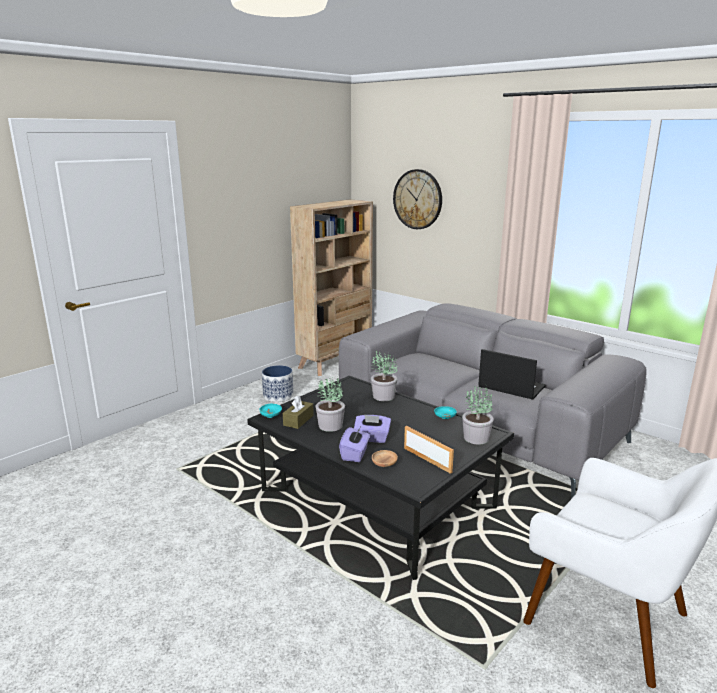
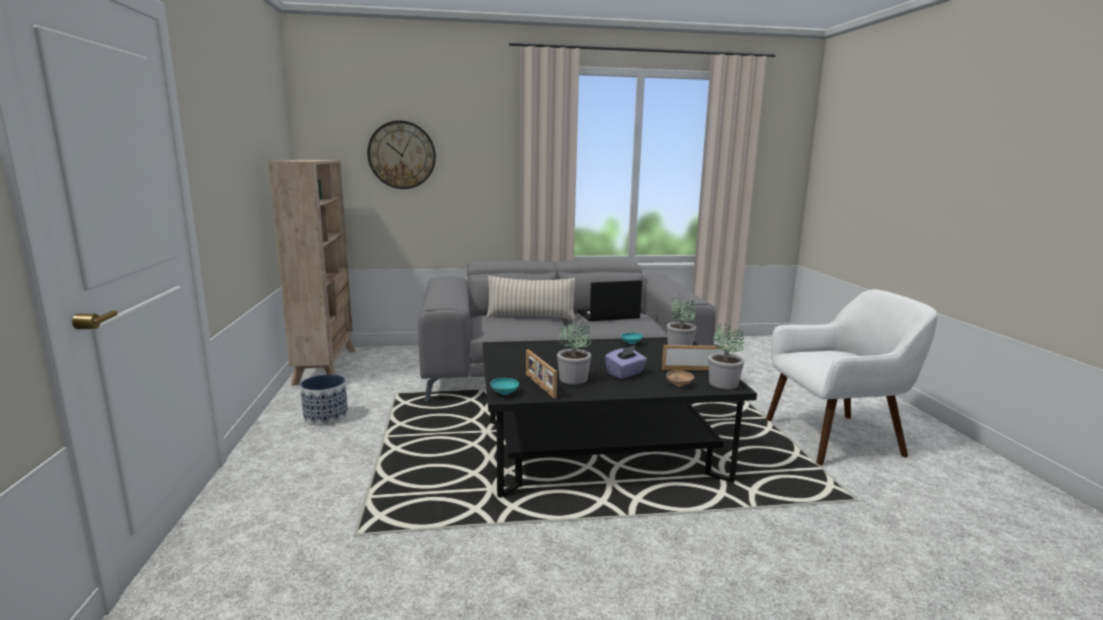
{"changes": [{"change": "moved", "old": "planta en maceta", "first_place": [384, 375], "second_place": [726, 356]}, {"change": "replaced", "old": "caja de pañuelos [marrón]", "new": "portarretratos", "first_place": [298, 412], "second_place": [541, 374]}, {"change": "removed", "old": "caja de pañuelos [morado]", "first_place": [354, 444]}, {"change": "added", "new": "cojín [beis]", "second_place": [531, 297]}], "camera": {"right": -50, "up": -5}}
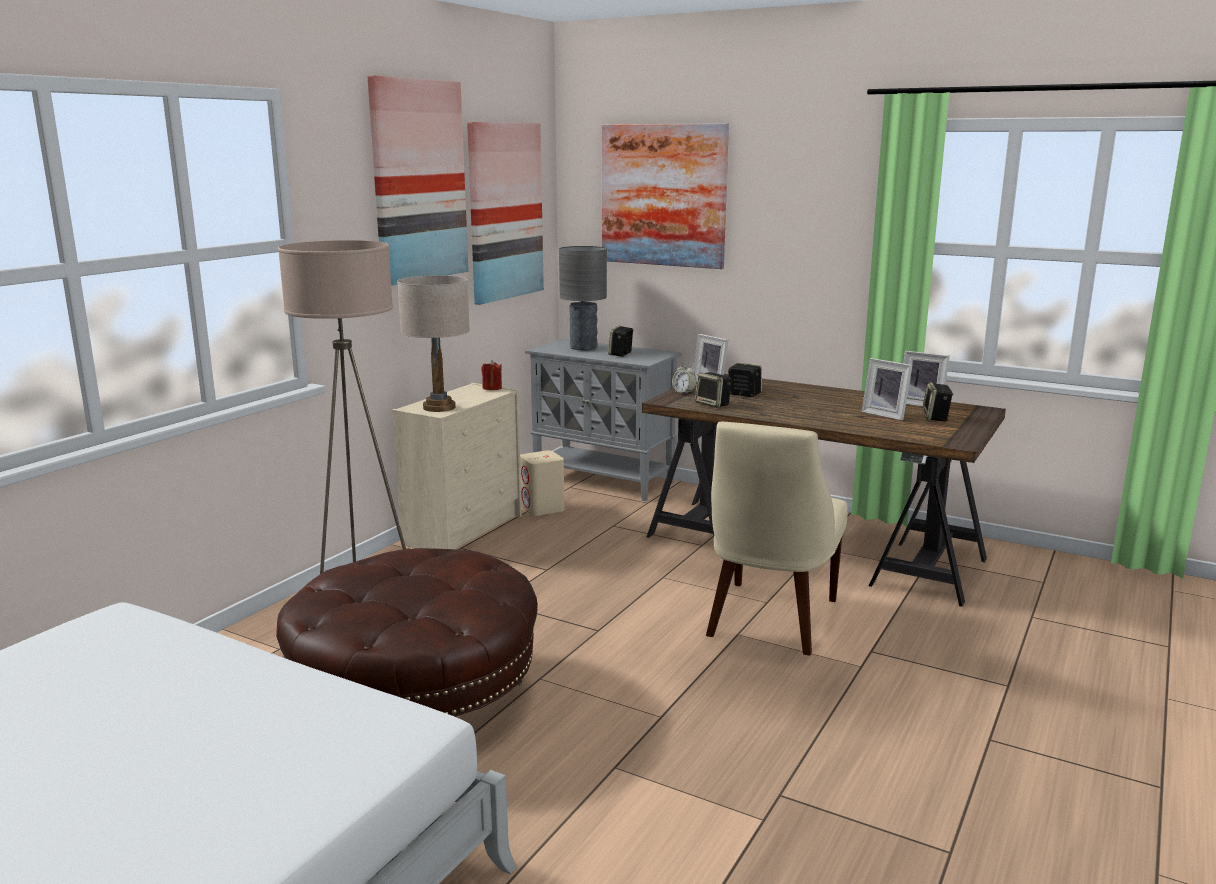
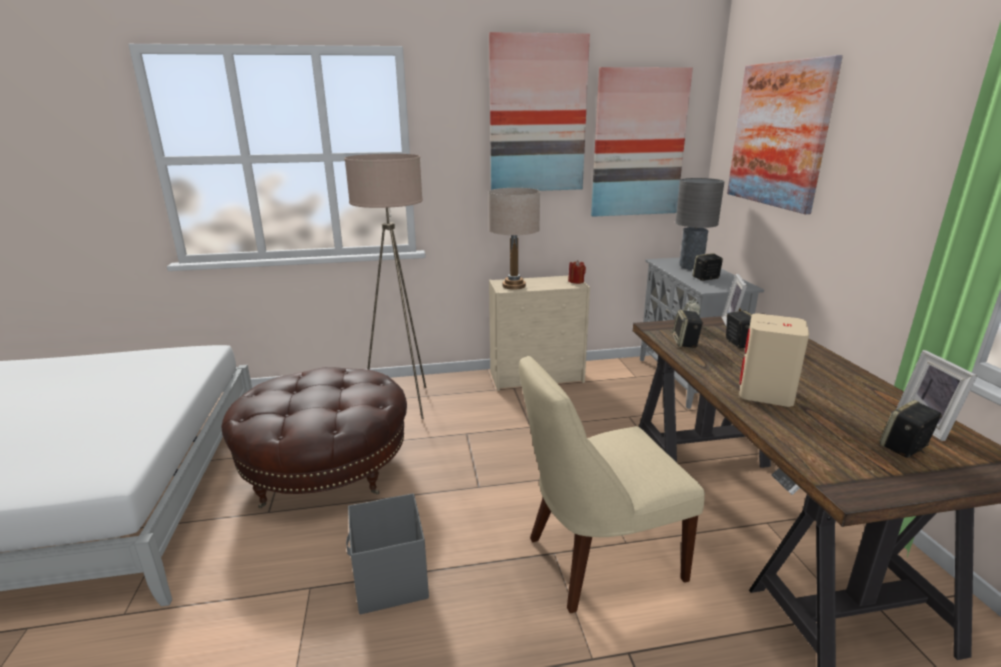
{"changes": [{"change": "removed", "old": "portarretratos", "first_place": [887, 389]}, {"change": "moved", "old": "altavoz [beis]", "first_place": [542, 483], "second_place": [774, 360]}, {"change": "added", "new": "caja de almacenaje [gris]", "second_place": [387, 554]}], "camera": {"right": 50, "up": 5}}
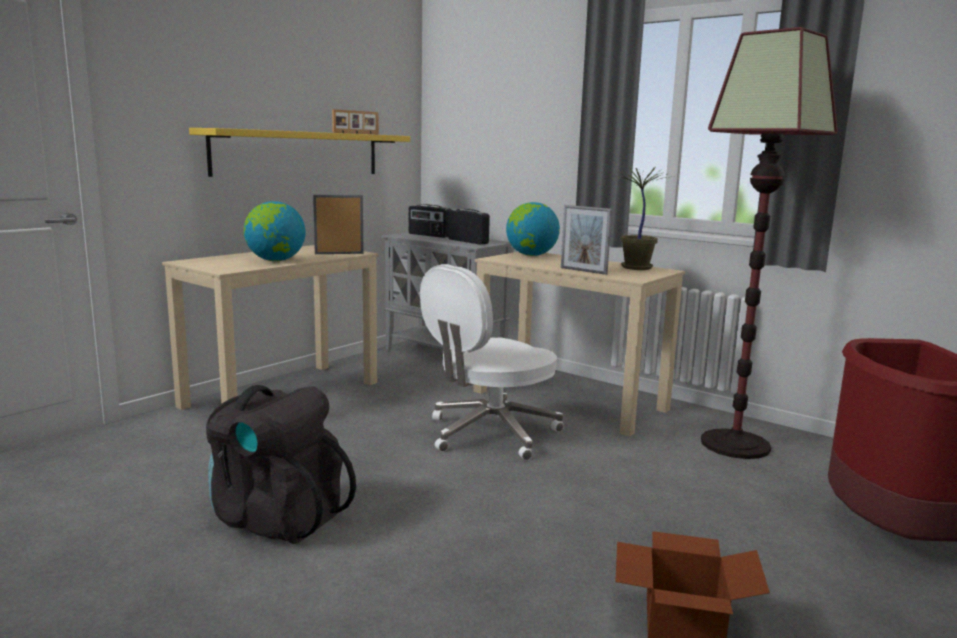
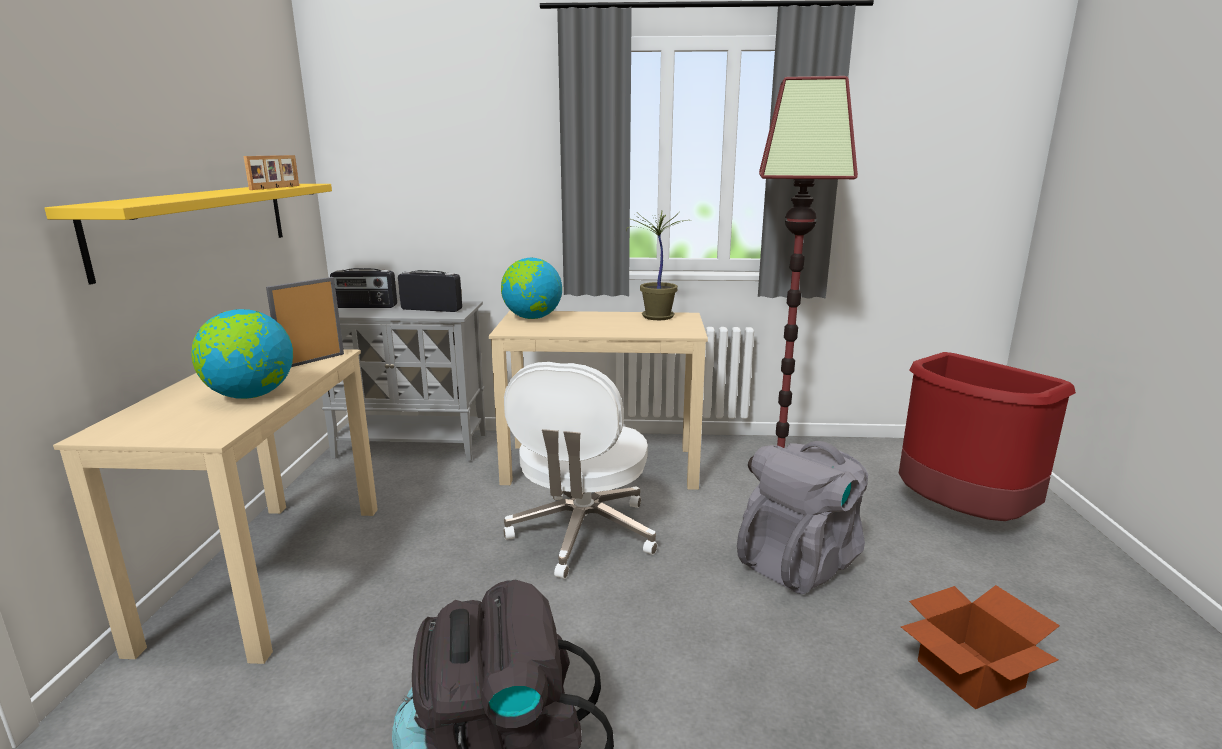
{"changes": [{"change": "removed", "old": "portarretratos", "first_place": [586, 240]}, {"change": "added", "new": "mochila [gris]", "second_place": [802, 517]}], "camera": {"right": -35, "up": 5}}
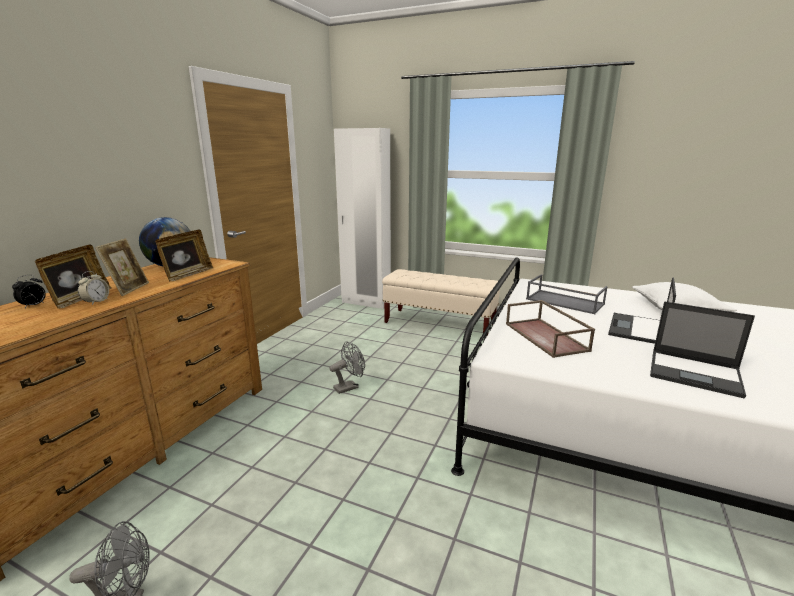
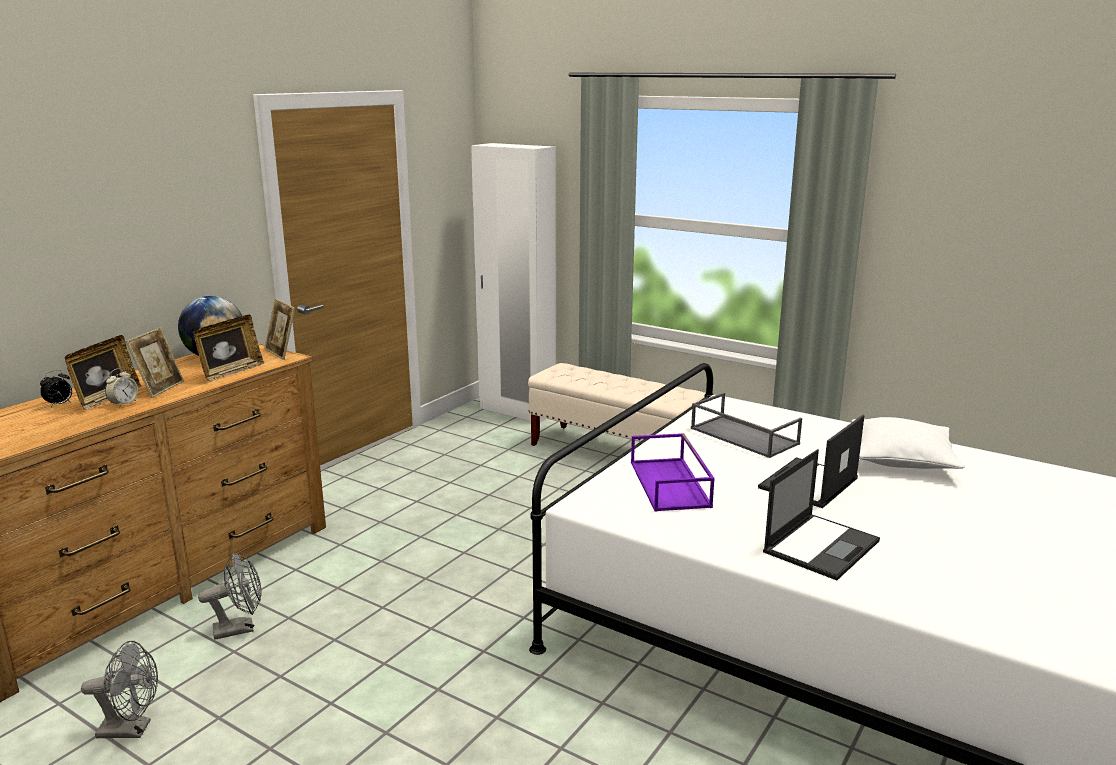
{"changes": [{"change": "recoloured", "old": "bandeja [marrón]", "new": "bandeja [morado]", "first_place": [550, 329], "second_place": [673, 472]}, {"change": "turned", "old": "portátil", "first_place": [702, 349], "second_place": [821, 514], "degrees": -90}, {"change": "moved", "old": "ventilador [gris]", "first_place": [347, 367], "second_place": [229, 596]}, {"change": "added", "new": "portarretratos", "second_place": [279, 329]}], "camera": {"right": 10, "up": 0}}
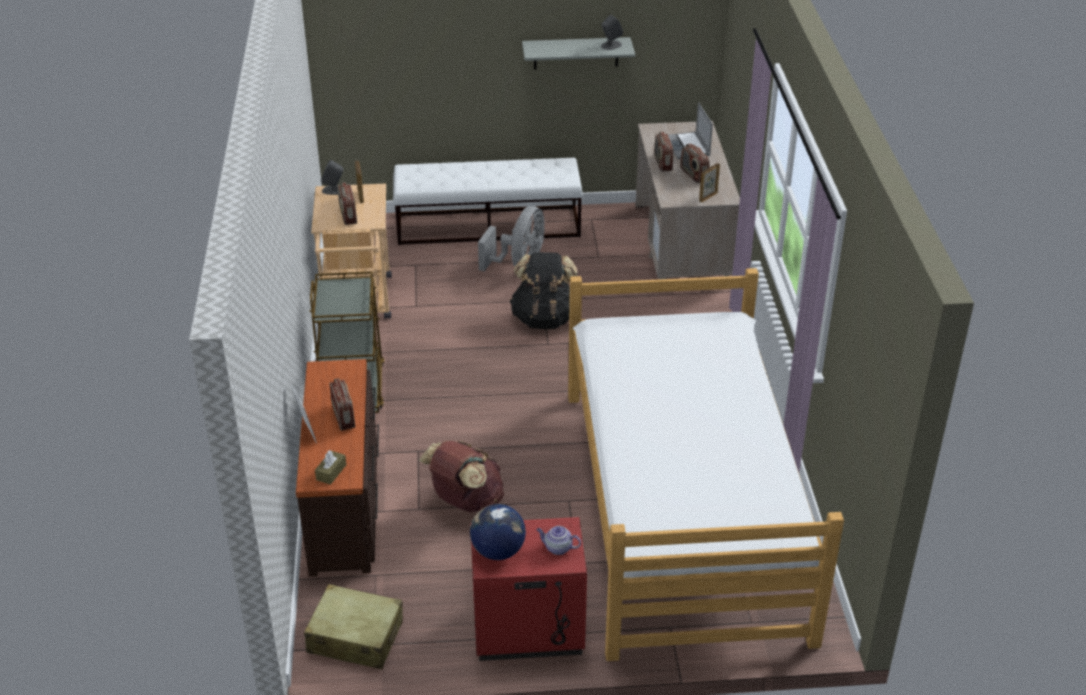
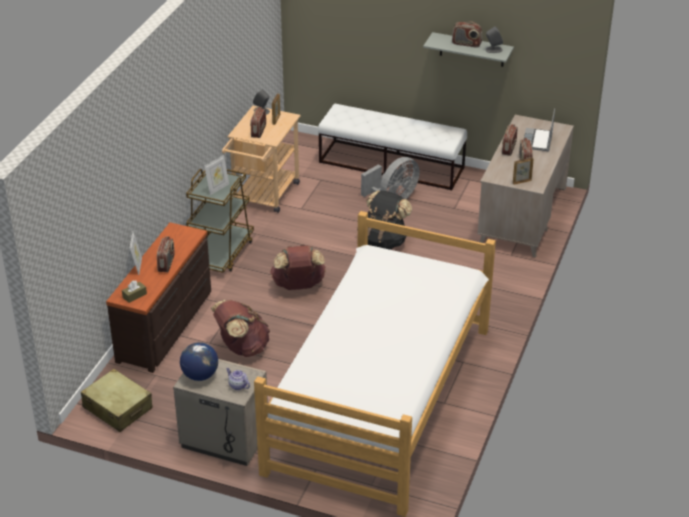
{"changes": [{"change": "recoloured", "old": "mesita de noche [rojo]", "new": "mesita de noche [beis]", "first_place": [528, 589], "second_place": [220, 412]}, {"change": "added", "new": "radio", "second_place": [467, 34]}, {"change": "added", "new": "portarretratos", "second_place": [216, 175]}, {"change": "added", "new": "mochila [marrón]", "second_place": [298, 267]}], "camera": {"right": 25, "up": 0}}
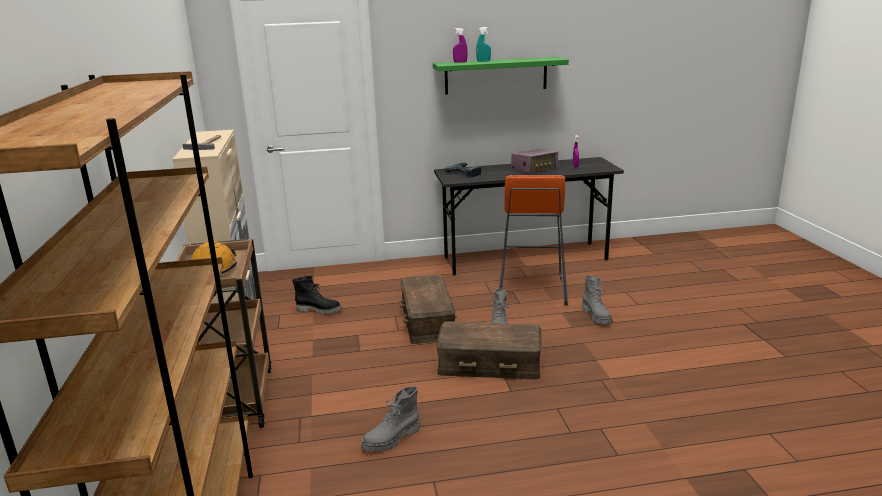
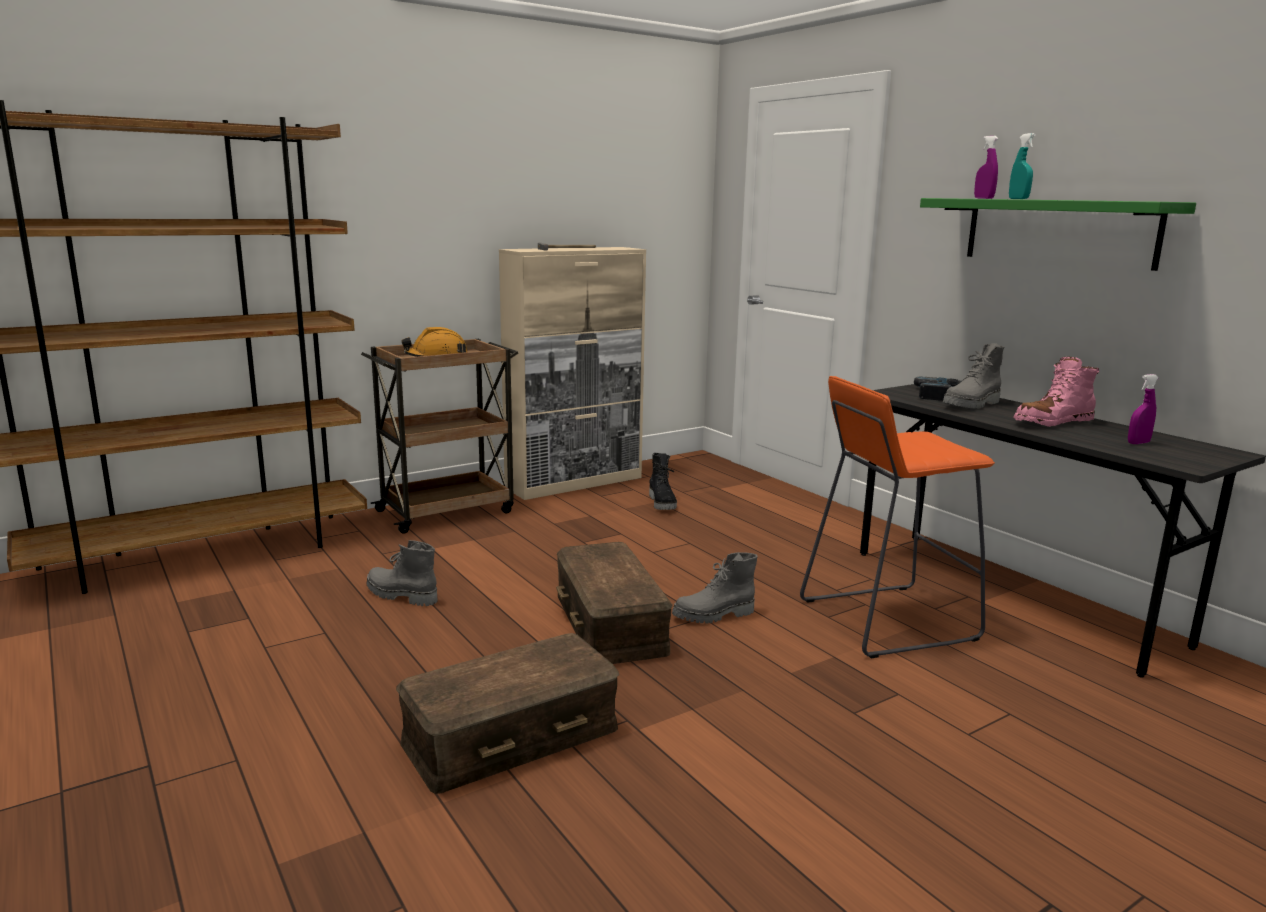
{"changes": [{"change": "replaced", "old": "radio", "new": "bota [rosa]", "first_place": [534, 161], "second_place": [1056, 392]}, {"change": "moved", "old": "caja de almacenaje [marrón]", "first_place": [428, 309], "second_place": [507, 713]}, {"change": "moved", "old": "bota [gris]", "first_place": [597, 300], "second_place": [973, 376]}], "camera": {"right": 65, "up": -5}}
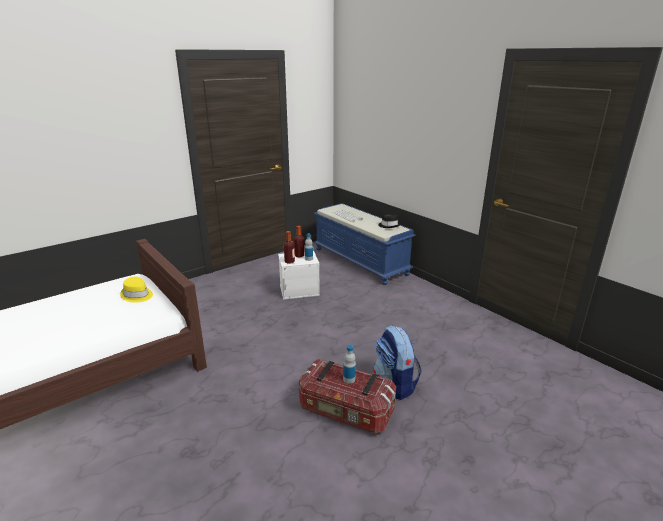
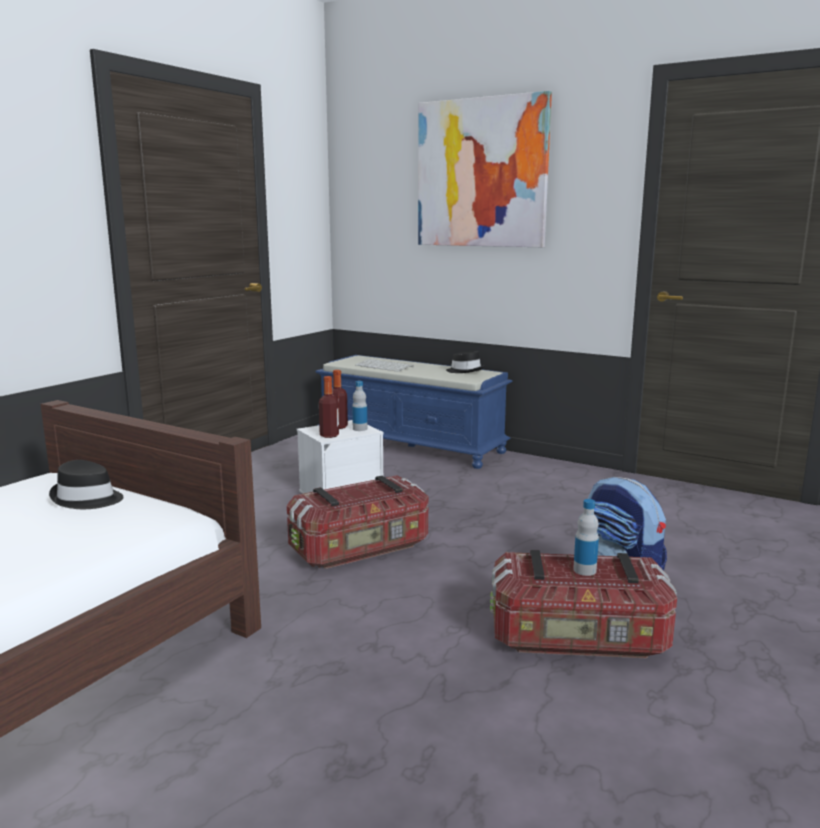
{"changes": [{"change": "recoloured", "old": "sombrero [amarillo]", "new": "sombrero [negro]", "first_place": [136, 290], "second_place": [86, 484]}, {"change": "added", "new": "cuadro", "second_place": [485, 169]}, {"change": "added", "new": "caja de almacenaje", "second_place": [357, 522]}], "camera": {"right": -20, "up": -10}}
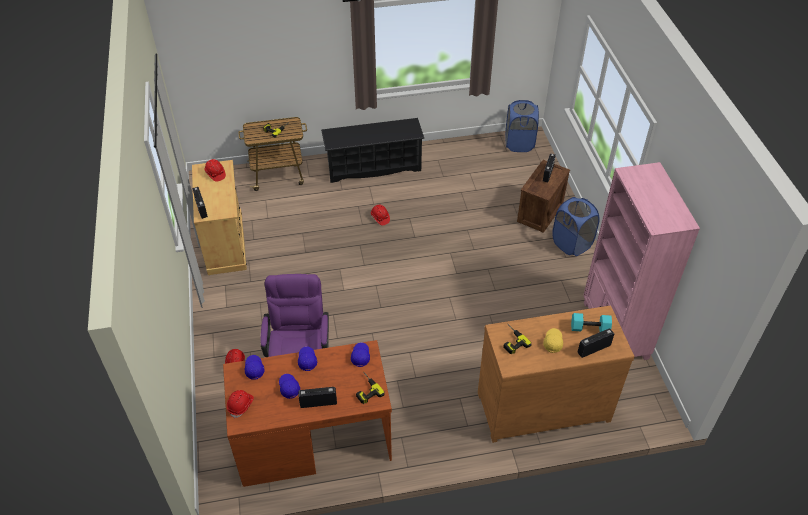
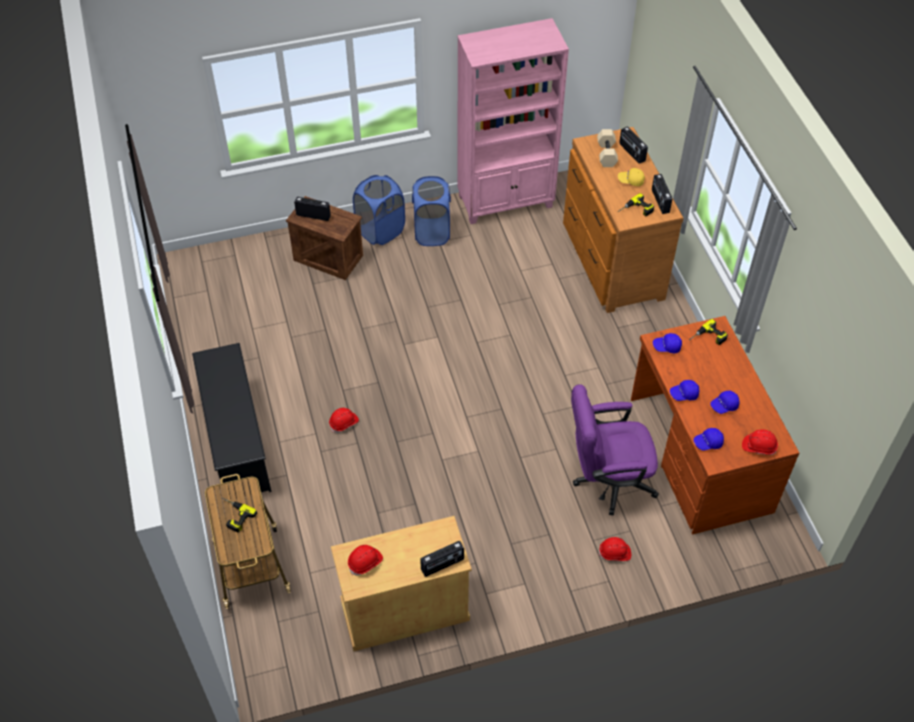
{"changes": [{"change": "moved", "old": "cesto de la ropa [azul]", "first_place": [522, 126], "second_place": [431, 211]}, {"change": "recoloured", "old": "mancuerna [turquesa]", "new": "mancuerna [beis]", "first_place": [591, 322], "second_place": [607, 148]}, {"change": "moved", "old": "radio", "first_place": [317, 397], "second_place": [662, 194]}], "camera": {"right": -95, "up": 5}}
